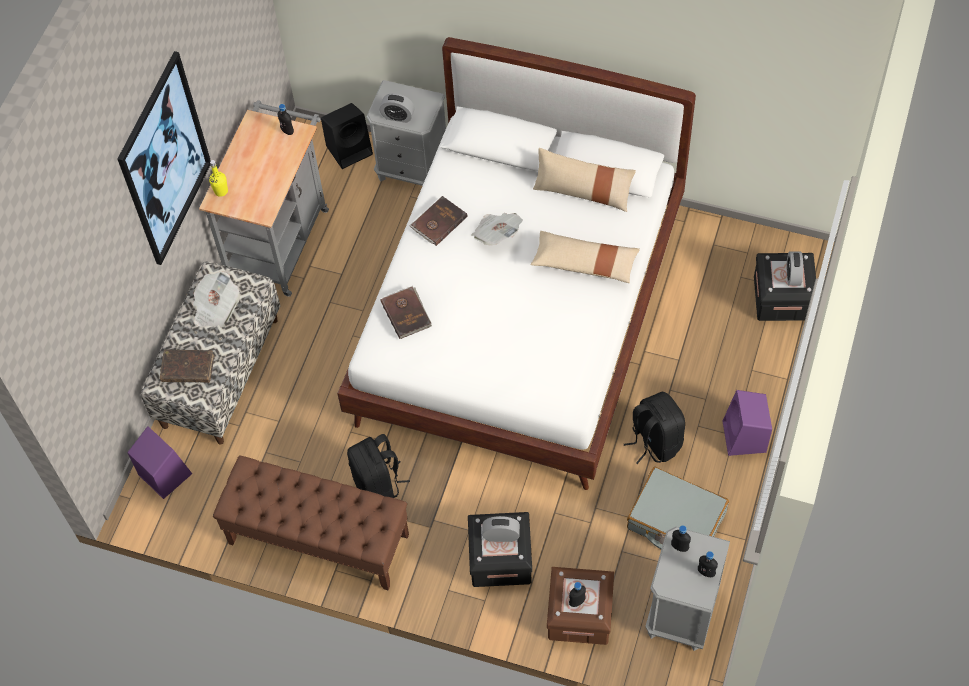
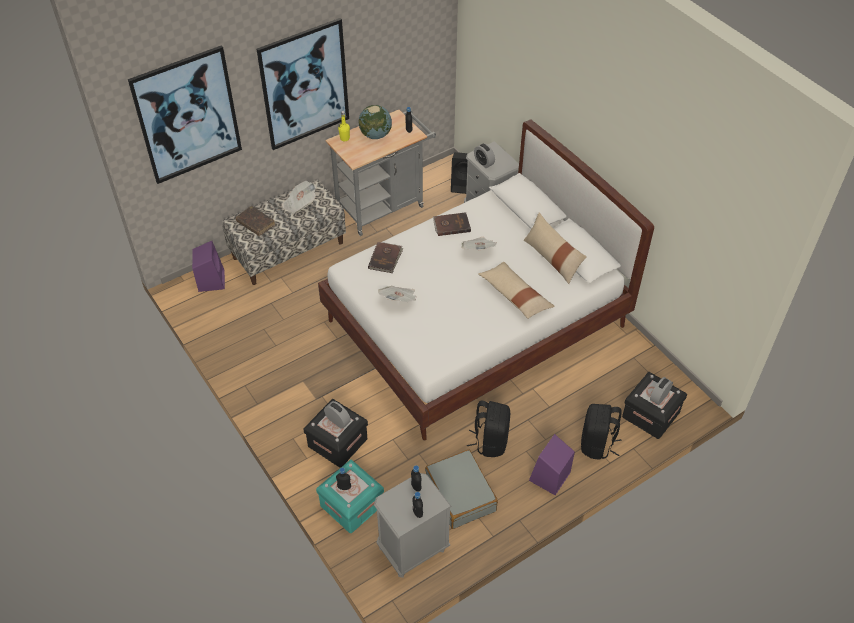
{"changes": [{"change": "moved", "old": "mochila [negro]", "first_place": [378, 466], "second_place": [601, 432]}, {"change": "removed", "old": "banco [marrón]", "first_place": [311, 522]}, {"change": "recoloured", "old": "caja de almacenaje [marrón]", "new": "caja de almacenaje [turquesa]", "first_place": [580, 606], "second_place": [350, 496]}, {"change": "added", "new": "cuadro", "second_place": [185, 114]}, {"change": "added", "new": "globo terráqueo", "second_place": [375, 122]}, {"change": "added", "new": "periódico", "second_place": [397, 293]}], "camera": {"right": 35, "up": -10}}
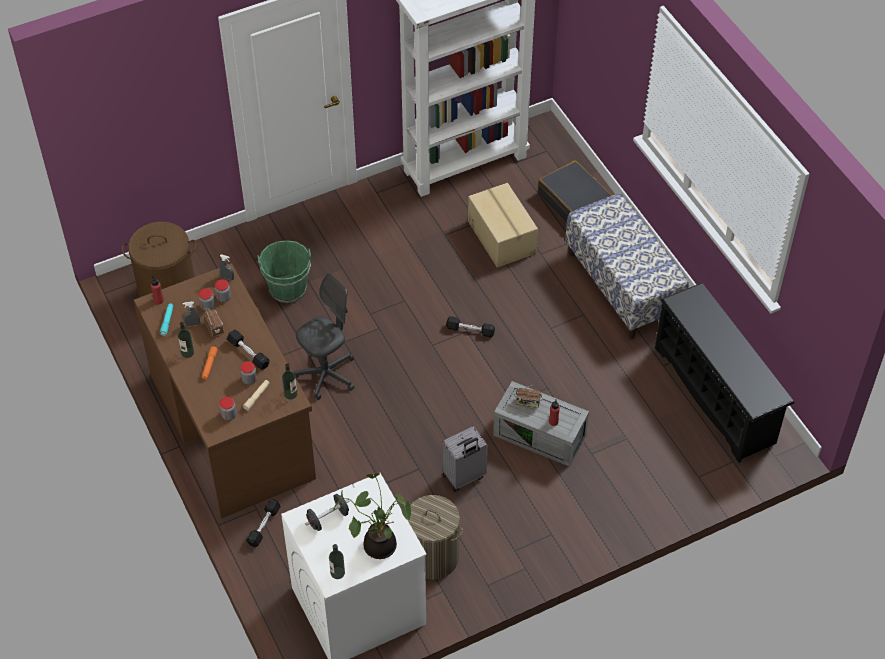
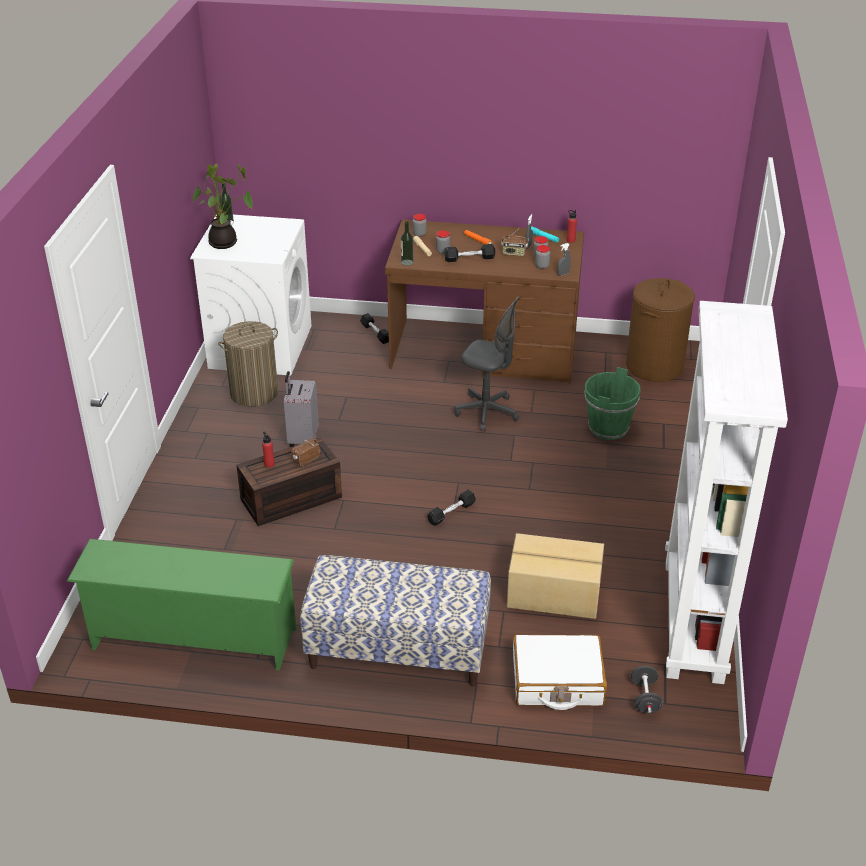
{"changes": [{"change": "recoloured", "old": "maleta [negro]", "new": "maleta [blanco]", "first_place": [575, 191], "second_place": [560, 672]}, {"change": "turned", "old": "silla de oficina [gris]", "first_place": [324, 336], "second_place": [486, 363], "degrees": -60}, {"change": "recoloured", "old": "zapatero [negro]", "new": "zapatero [verde]", "first_place": [724, 373], "second_place": [181, 605]}, {"change": "removed", "old": "botella", "first_place": [186, 340]}, {"change": "recoloured", "old": "caja de almacenaje [gris]", "new": "caja de almacenaje [marrón]", "first_place": [541, 424], "second_place": [289, 482]}, {"change": "moved", "old": "mancuerna [negro]", "first_place": [327, 512], "second_place": [647, 689]}], "camera": {"right": 125, "up": -15}}
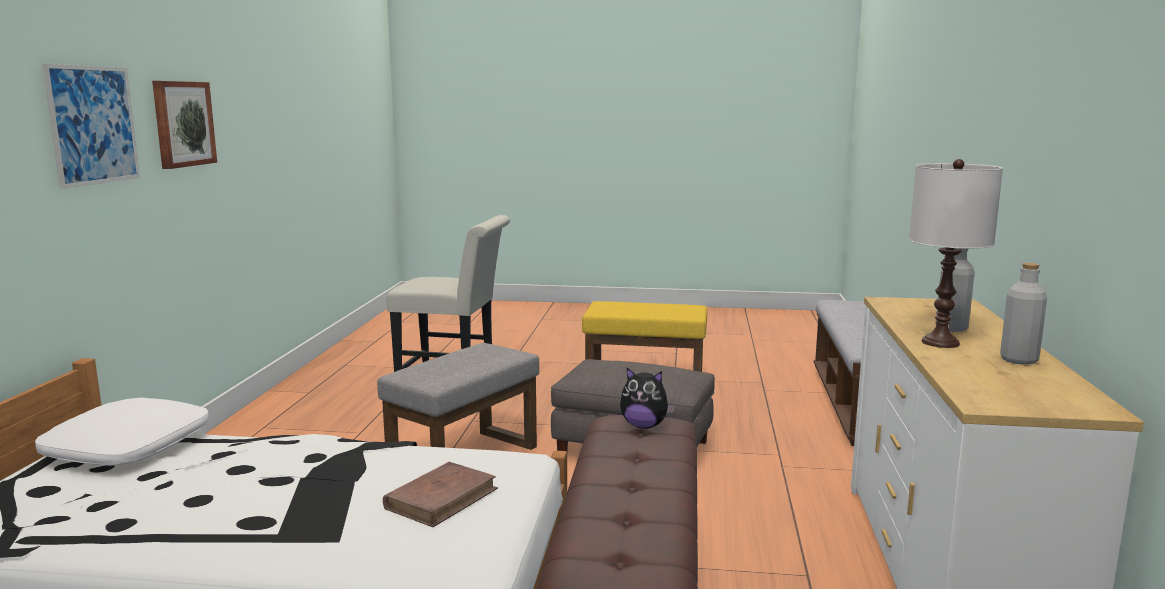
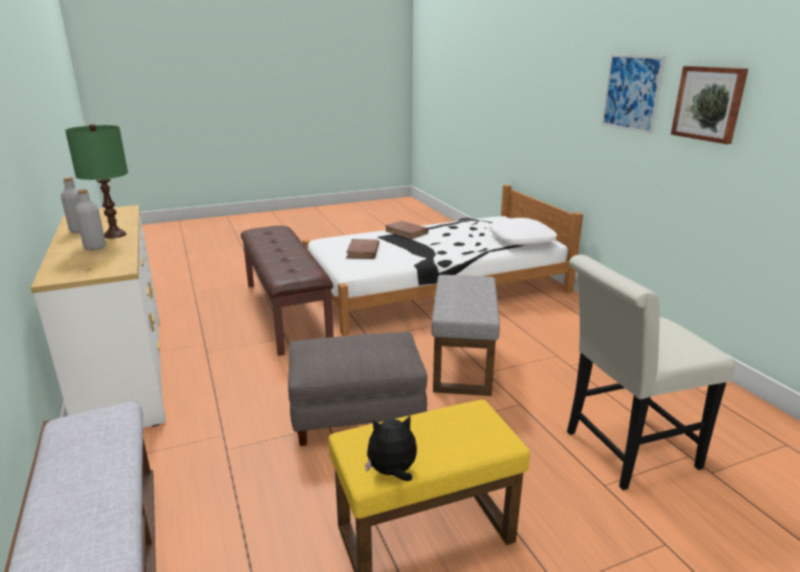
{"changes": [{"change": "recoloured", "old": "lámpara de mesa [blanco]", "new": "lámpara de mesa [verde]", "first_place": [956, 253], "second_place": [96, 181]}, {"change": "moved", "old": "peluche", "first_place": [647, 398], "second_place": [391, 448]}, {"change": "added", "new": "libro [marrón]", "second_place": [407, 230]}], "camera": {"right": 150, "up": 10}}
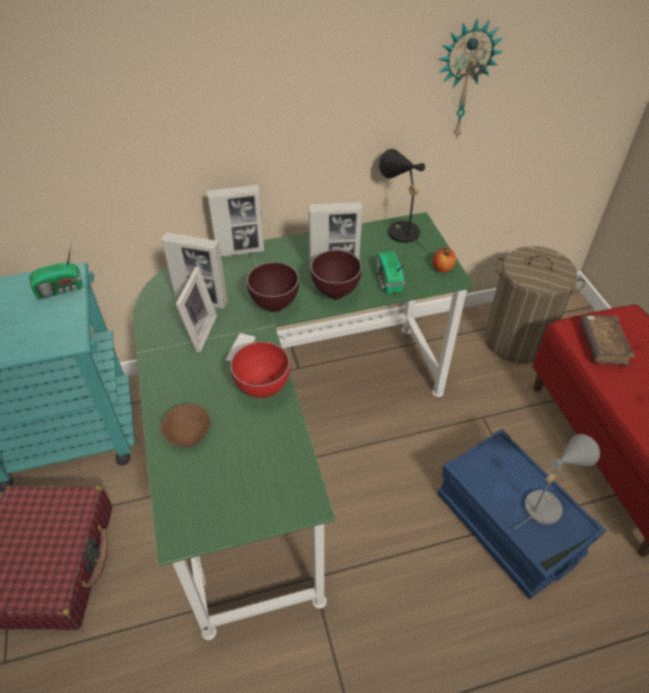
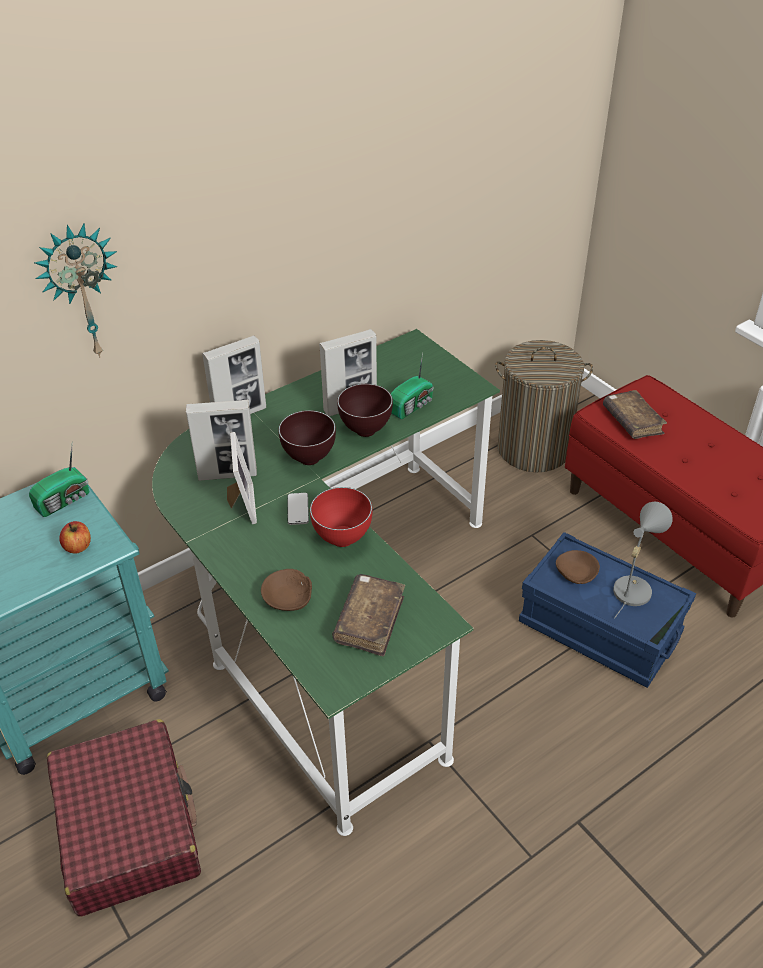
{"changes": [{"change": "moved", "old": "reloj de pared", "first_place": [470, 78], "second_place": [75, 290]}, {"change": "removed", "old": "lámpara de mesa [negro]", "first_place": [403, 200]}, {"change": "moved", "old": "manzana", "first_place": [444, 260], "second_place": [75, 537]}, {"change": "turned", "old": "radio", "first_place": [392, 272], "second_place": [412, 385], "degrees": -105}, {"change": "added", "new": "cuenco [marrón]", "second_place": [578, 567]}, {"change": "added", "new": "libro [marrón]", "second_place": [368, 615]}], "camera": {"right": -20, "up": -5}}
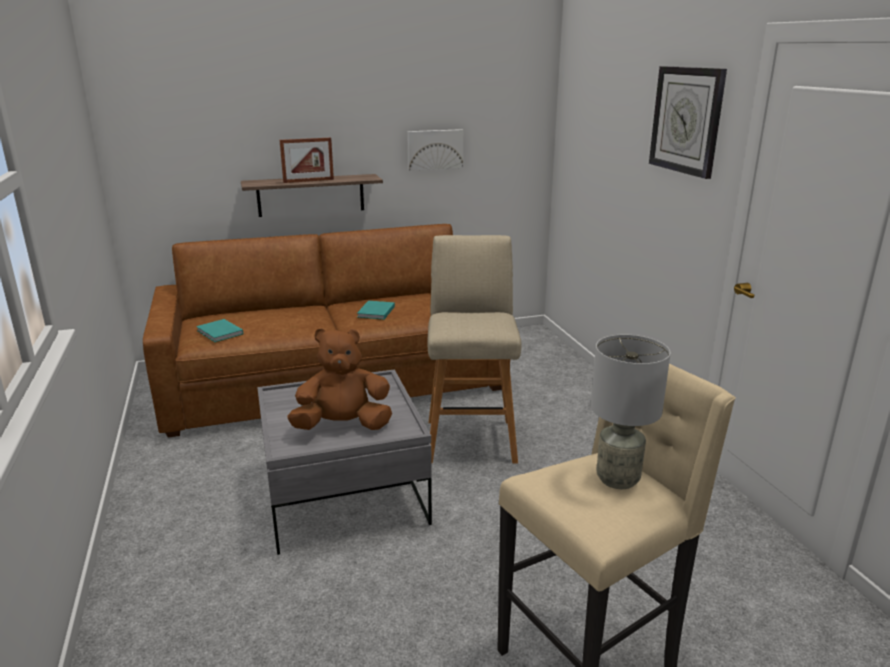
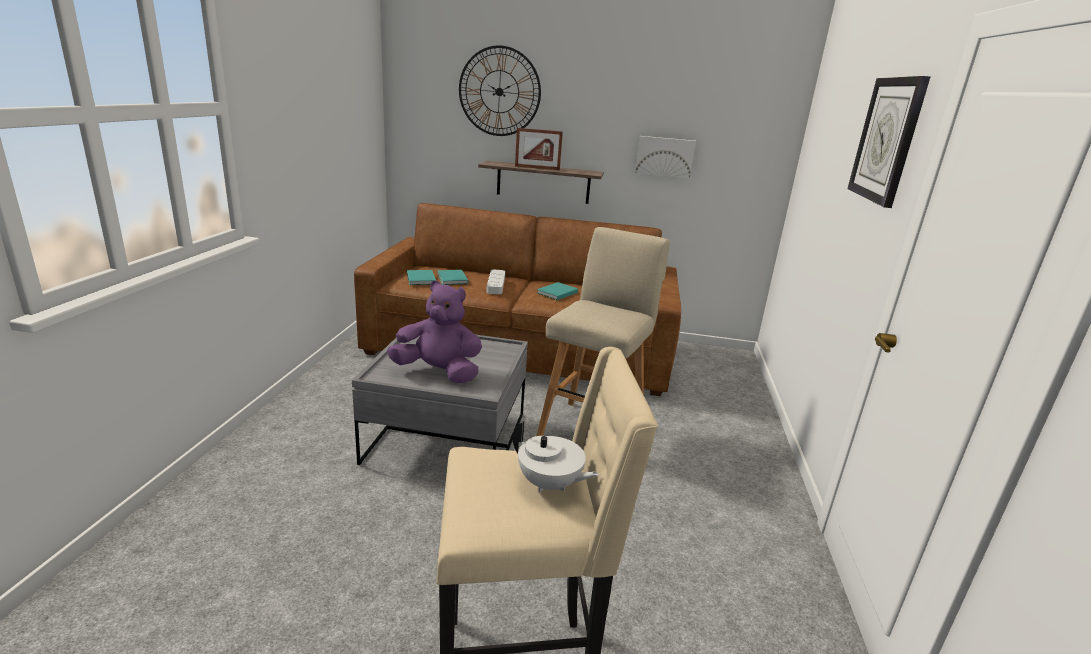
{"changes": [{"change": "recoloured", "old": "peluche [marrón]", "new": "peluche [morado]", "first_place": [339, 379], "second_place": [434, 331]}, {"change": "replaced", "old": "lámpara de mesa [gris]", "new": "tetera [blanco]", "first_place": [630, 412], "second_place": [555, 457]}, {"change": "added", "new": "reloj de pared", "second_place": [500, 90]}, {"change": "added", "new": "libro [turquesa]", "second_place": [452, 277]}, {"change": "added", "new": "bandeja [gris]", "second_place": [496, 282]}], "camera": {"right": 25, "up": 0}}
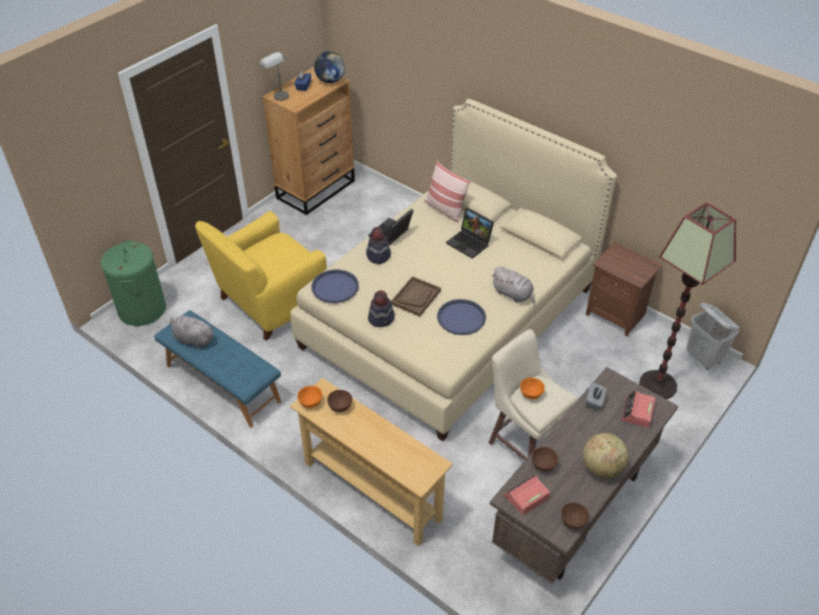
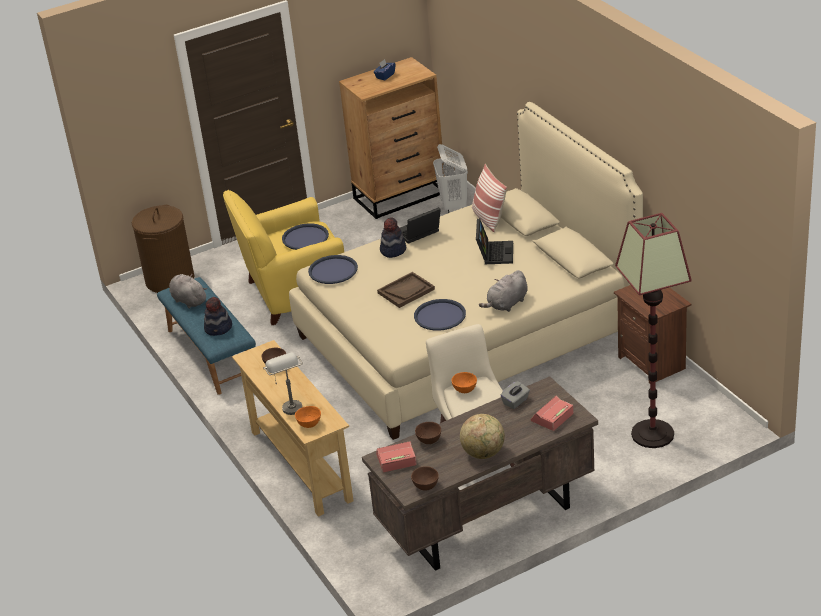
{"changes": [{"change": "removed", "old": "globo terráqueo", "first_place": [329, 67]}, {"change": "moved", "old": "lámpara de mesa [gris]", "first_place": [274, 76], "second_place": [283, 384]}, {"change": "turned", "old": "portátil", "first_place": [470, 233], "second_place": [494, 241], "degrees": -150}, {"change": "recoloured", "old": "cesto de la ropa [verde]", "new": "cesto de la ropa [marrón]", "first_place": [133, 283], "second_place": [163, 249]}, {"change": "turned", "old": "peluche [gris]", "first_place": [513, 284], "second_place": [503, 291], "degrees": 75}, {"change": "moved", "old": "sombrero", "first_place": [381, 308], "second_place": [218, 316]}, {"change": "moved", "old": "cesto de la ropa [blanco]", "first_place": [712, 336], "second_place": [450, 178]}, {"change": "moved", "old": "cuenco [naranja]", "first_place": [309, 397], "second_place": [308, 417]}, {"change": "added", "new": "bandeja [azul]", "second_place": [305, 237]}], "camera": {"right": 25, "up": -10}}
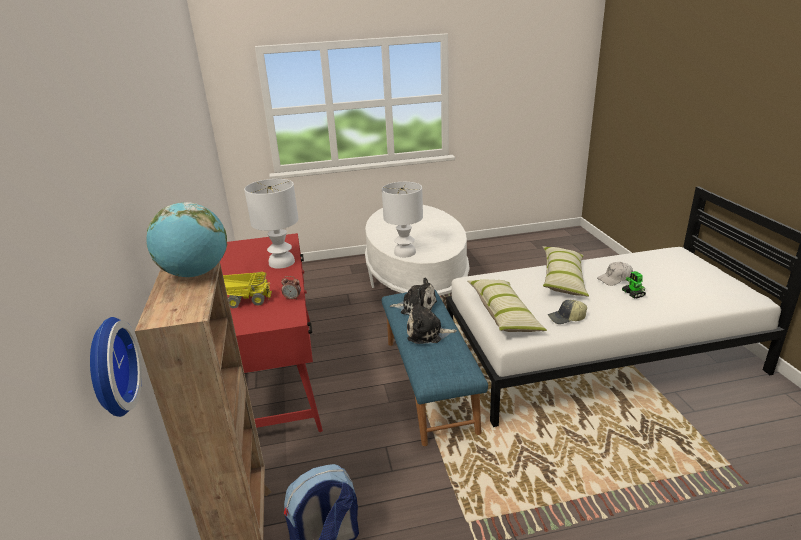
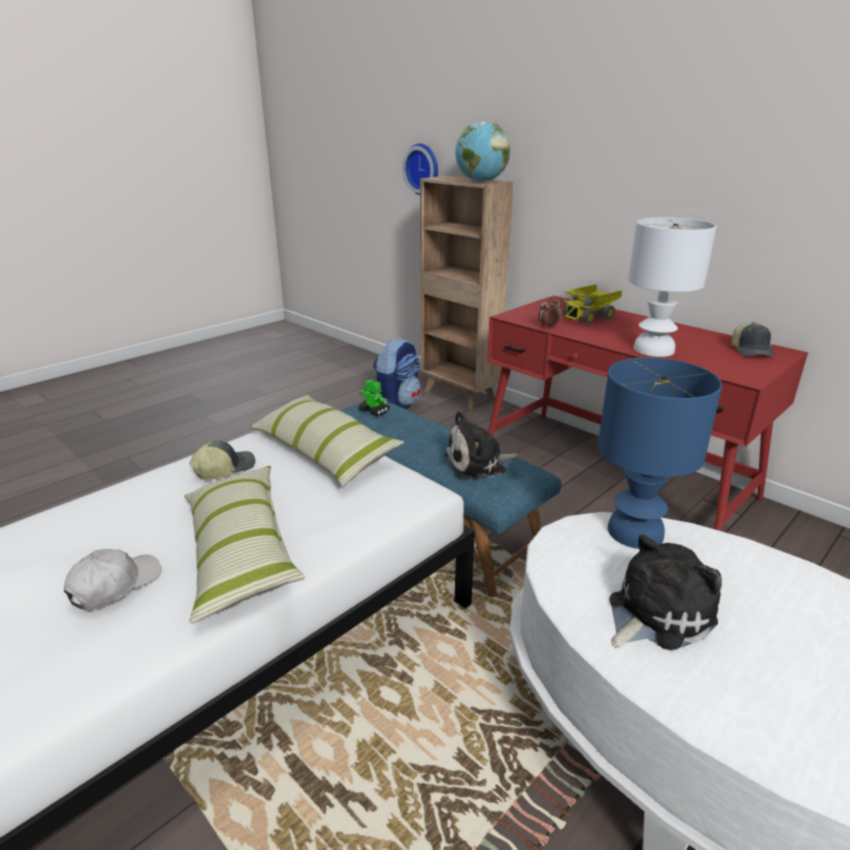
{"changes": [{"change": "recoloured", "old": "lámpara de mesa [blanco]", "new": "lámpara de mesa [azul]", "first_place": [402, 219], "second_place": [660, 453]}, {"change": "moved", "old": "robot de juguete", "first_place": [634, 285], "second_place": [374, 398]}, {"change": "moved", "old": "peluche", "first_place": [432, 321], "second_place": [665, 592]}, {"change": "added", "new": "gorra", "second_place": [753, 339]}], "camera": {"right": 145, "up": 0}}
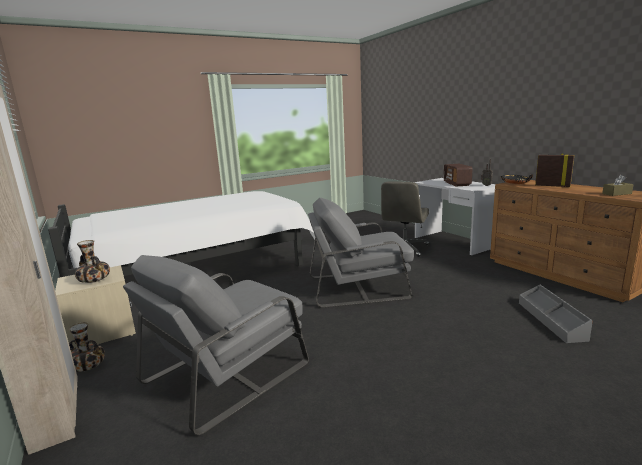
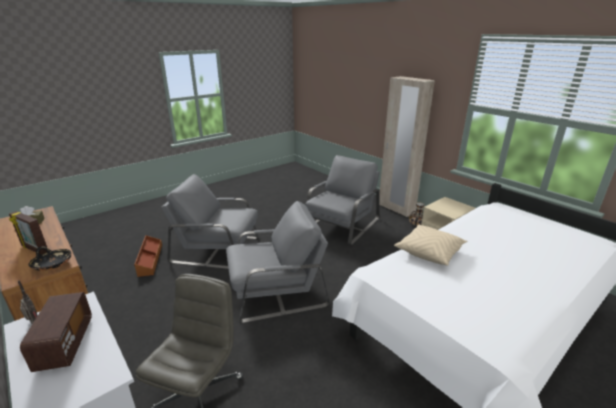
{"changes": [{"change": "removed", "old": "florero", "first_place": [92, 261]}, {"change": "recoloured", "old": "caja de almacenaje [gris]", "new": "caja de almacenaje [marrón]", "first_place": [556, 314], "second_place": [148, 256]}, {"change": "added", "new": "sillón [gris]", "second_place": [209, 221]}, {"change": "added", "new": "cojín [beis]", "second_place": [430, 245]}], "camera": {"right": 170, "up": 10}}
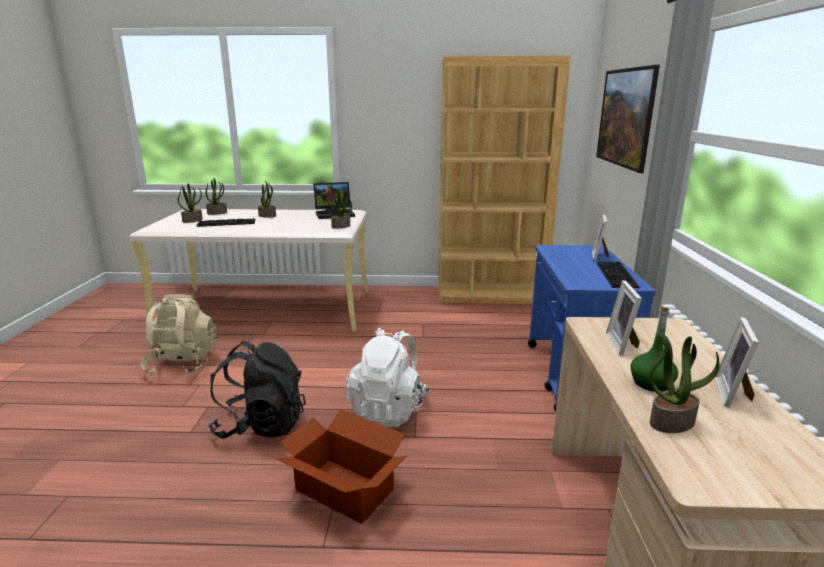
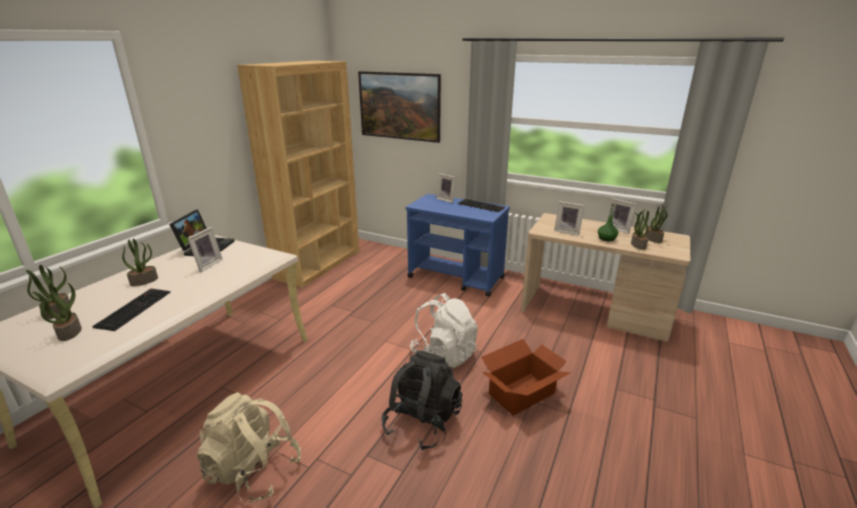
{"changes": [{"change": "moved", "old": "planta en maceta", "first_place": [339, 208], "second_place": [656, 223]}, {"change": "added", "new": "portarretratos", "second_place": [205, 249]}], "camera": {"right": -65, "up": 5}}
